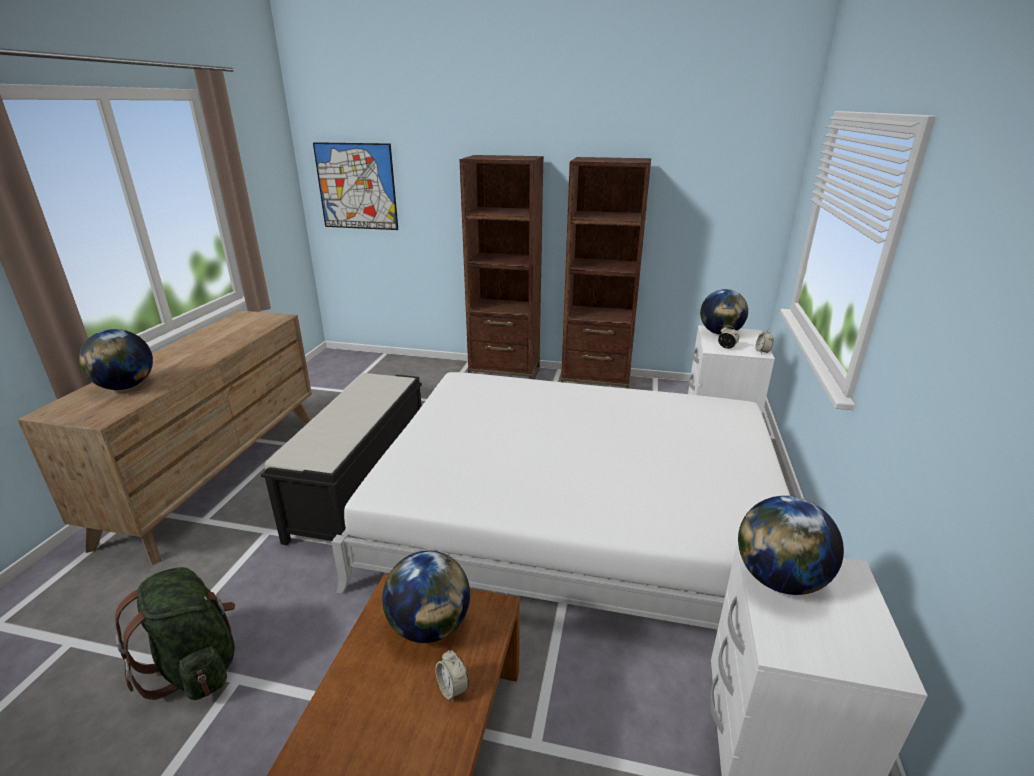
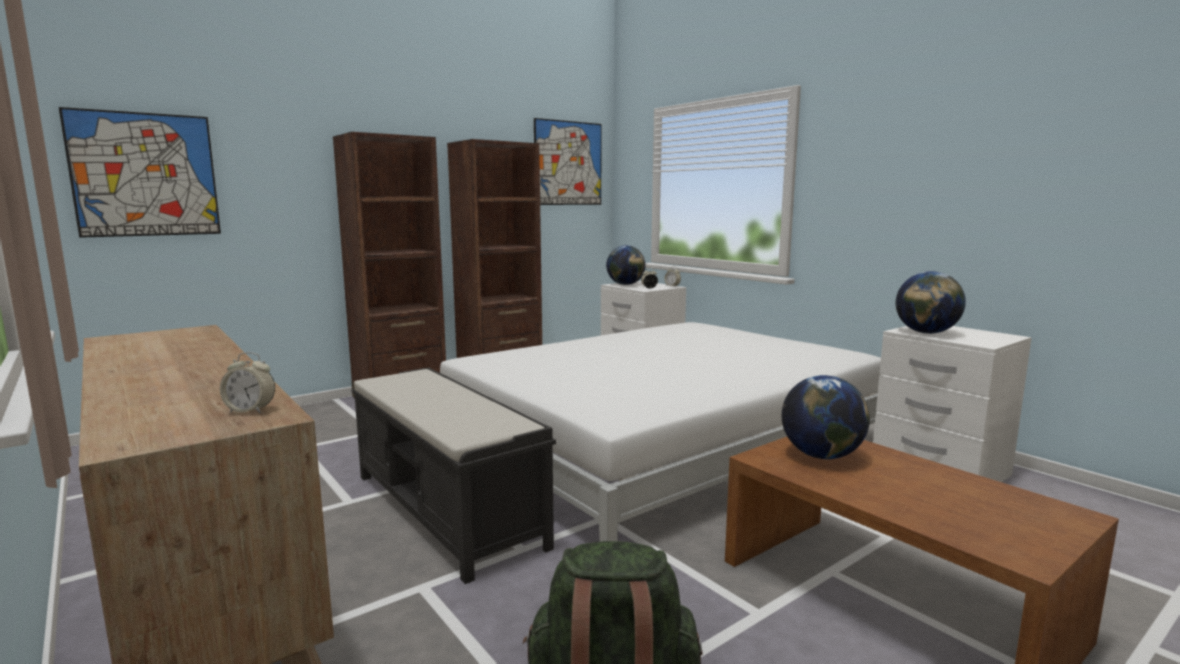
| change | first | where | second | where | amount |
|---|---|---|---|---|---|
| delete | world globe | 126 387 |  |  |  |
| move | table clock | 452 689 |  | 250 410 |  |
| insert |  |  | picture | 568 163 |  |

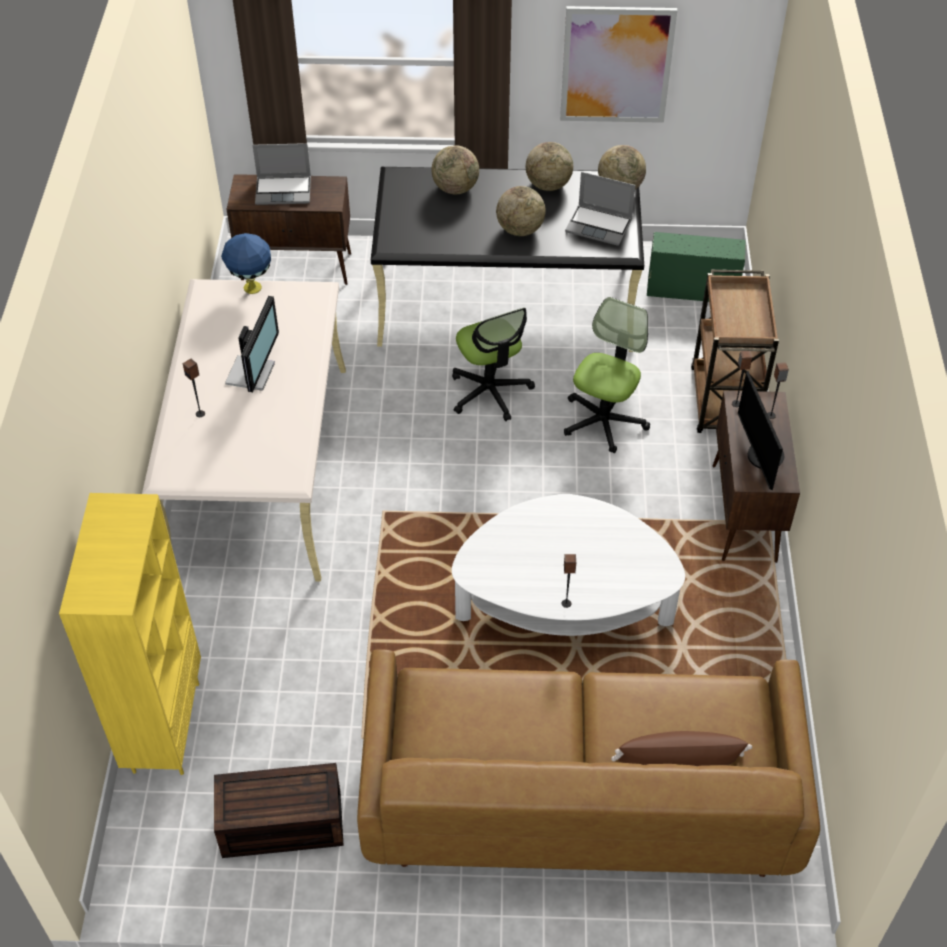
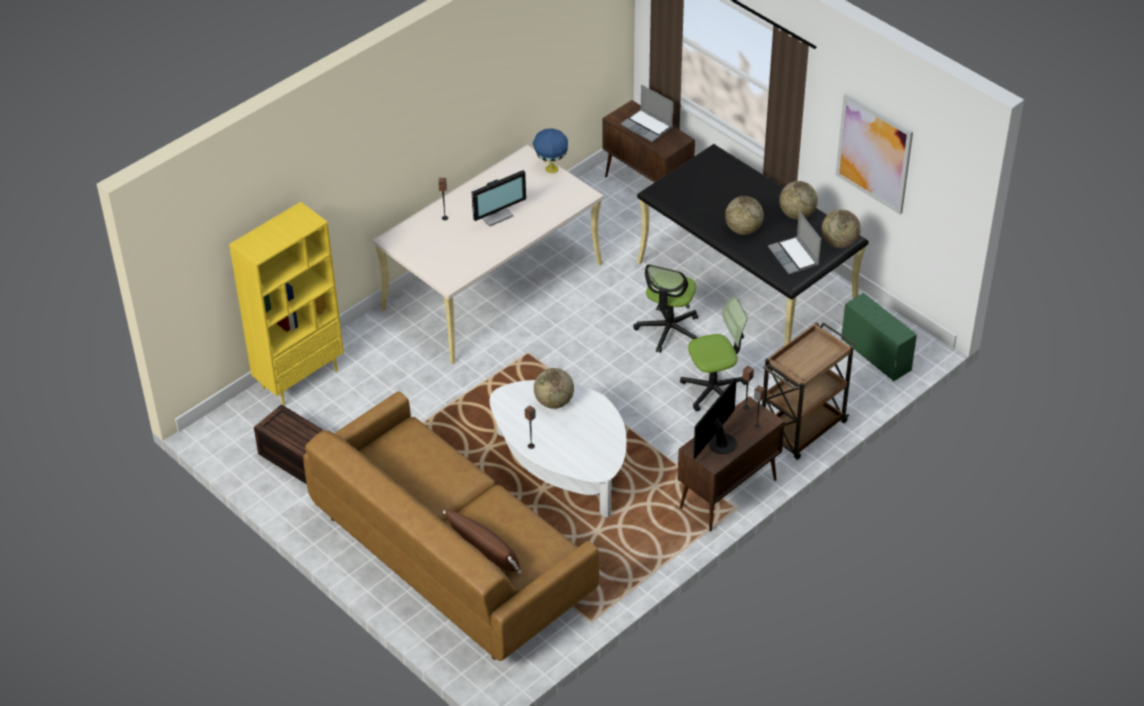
| change | first | where | second | where | amount |
|---|---|---|---|---|---|
| move | world globe | 455 188 |  | 554 402 |  |

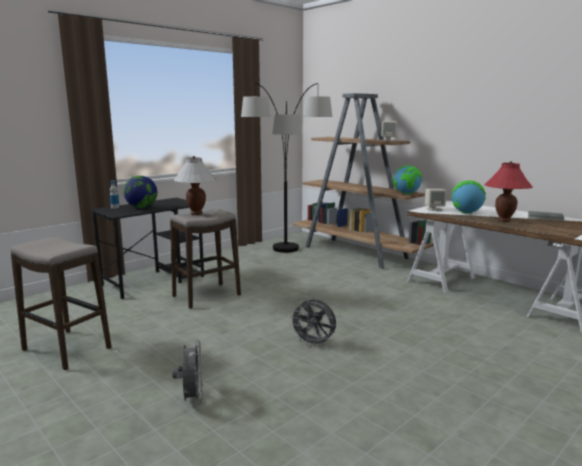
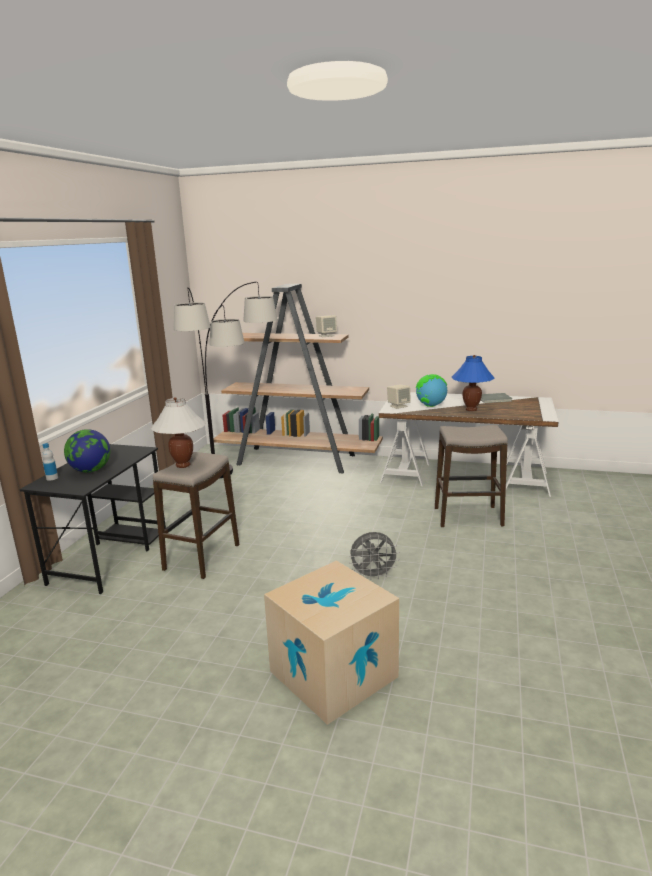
| change | first | where | second | where | amount |
|---|---|---|---|---|---|
| recolor | red-coloured lamp for a table | 504 220 | blue-coloured lamp for a table | 471 409 |  |
| delete | world globe | 407 194 |  |  |  |
| move | sitting stool | 66 349 |  | 468 517 |  |
| replace | gray cooling fan | 192 399 | packing box | 333 674 |  |

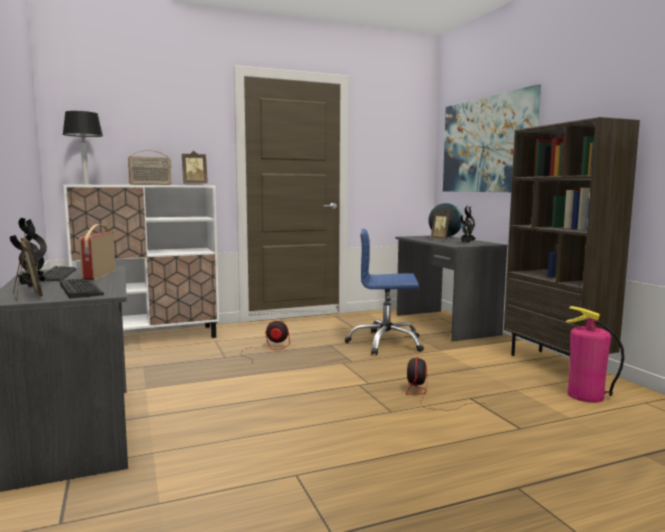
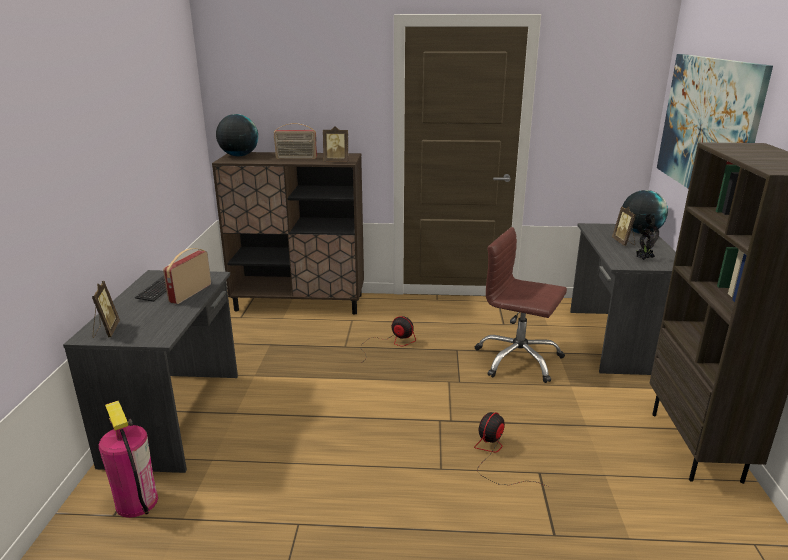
| change | first | where | second | where | amount |
|---|---|---|---|---|---|
| replace | lamp for a table | 85 184 | world globe | 239 156 |  |
| recolor | white-coloured cupboard | 150 337 | brown cupboard | 300 303 |  |
| delete | potted plant | 32 287 |  |  |  |
| recolor | blue-coloured desk chair | 385 343 | brown desk chair | 518 360 |  |
| delete | PC keyboard | 81 289 |  |  |  |
| move | fire-fighting cylinder | 585 396 |  | 136 502 |  |

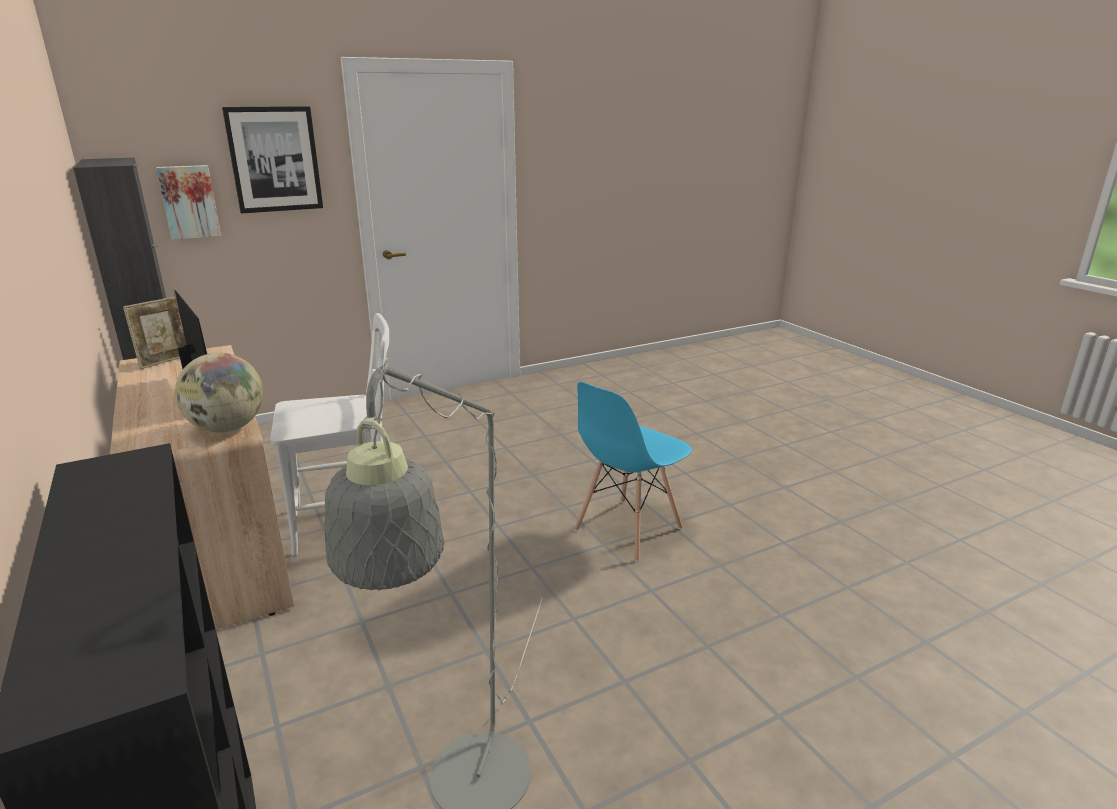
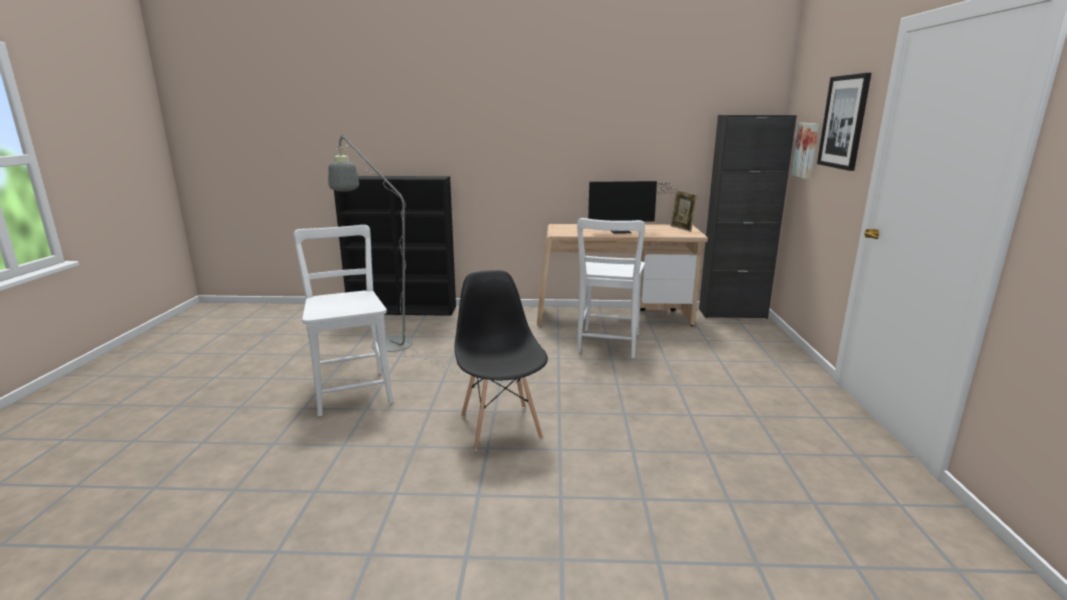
| change | first | where | second | where | amount |
|---|---|---|---|---|---|
| delete | world globe | 227 428 |  |  |  |
| recolor | blue-coloured upright chair | 627 529 | blackish upright chair | 501 426 |  |
| insert |  |  | white-coloured upright chair | 352 390 |  |

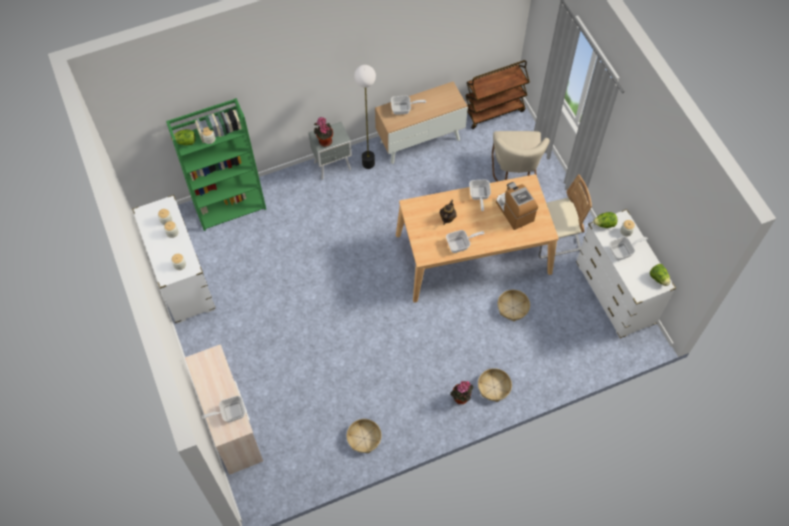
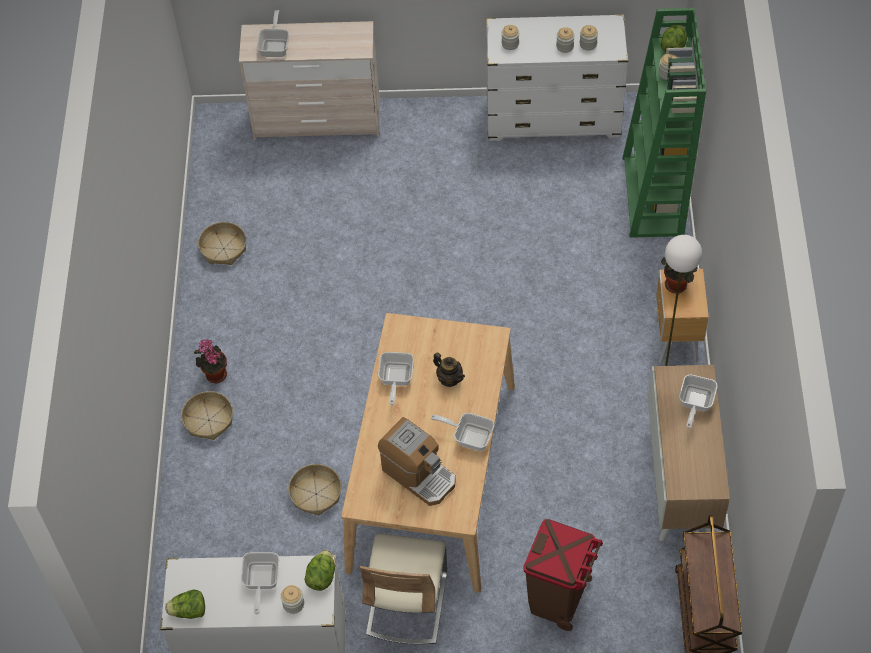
| change | first | where | second | where | amount |
|---|---|---|---|---|---|
| recolor | gray night table | 333 166 | brown night table | 675 342 |  |
| replace | beige upright chair | 514 172 | brown waste bin | 558 598 |  |
| rotate | coffee machine | 514 211 |  | 419 474 | 45 degrees clockwise |

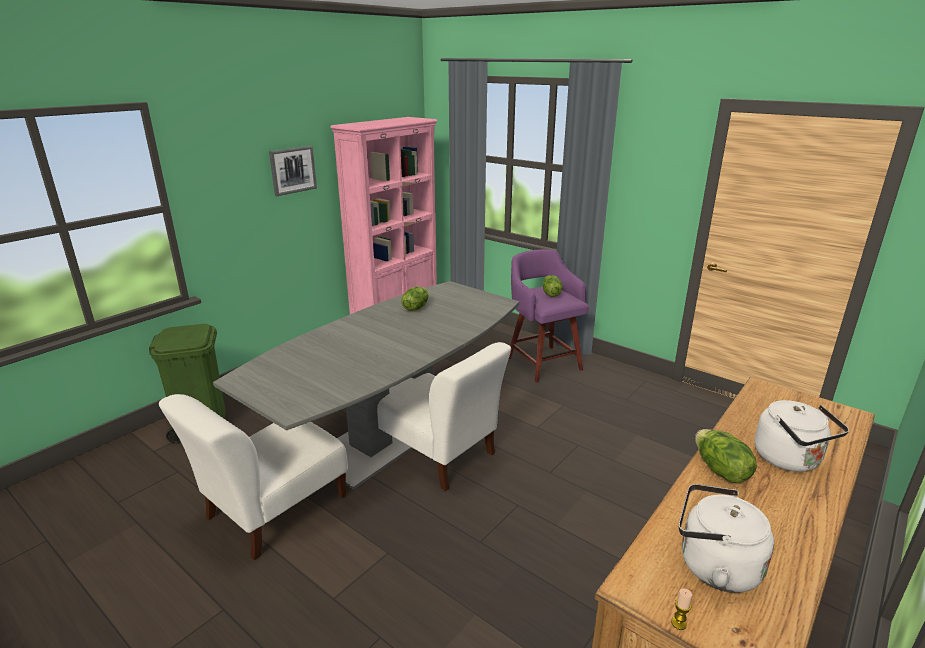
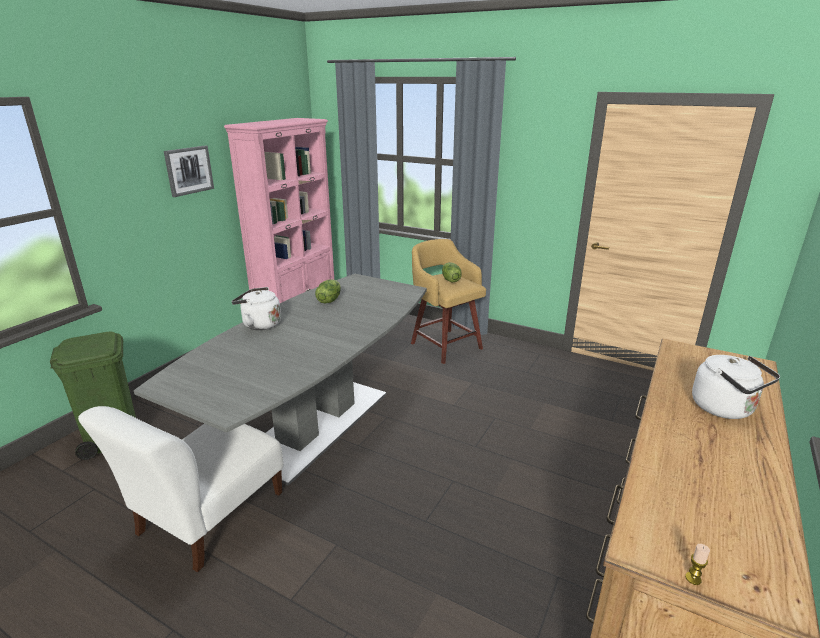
| change | first | where | second | where | amount |
|---|---|---|---|---|---|
| recolor | purple-coloured sitting stool | 543 362 | yellow sitting stool | 445 345 |  |
| delete | white-coloured upright chair | 439 454 |  |  |  |
| delete | lettuce head | 720 470 |  |  |  |
| move | white-coloured tea kettle | 713 566 |  | 259 324 |  |

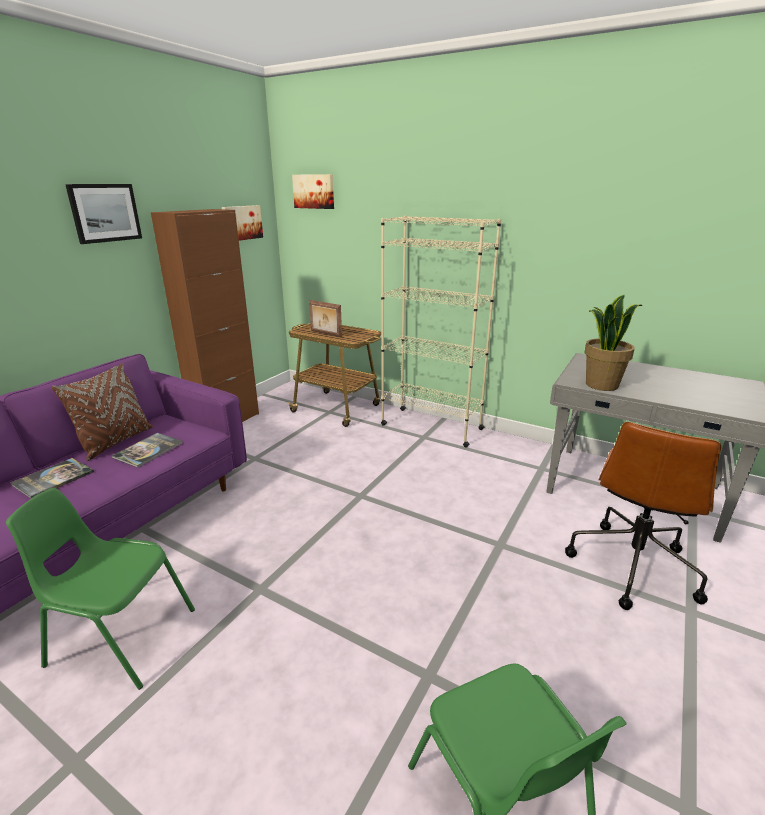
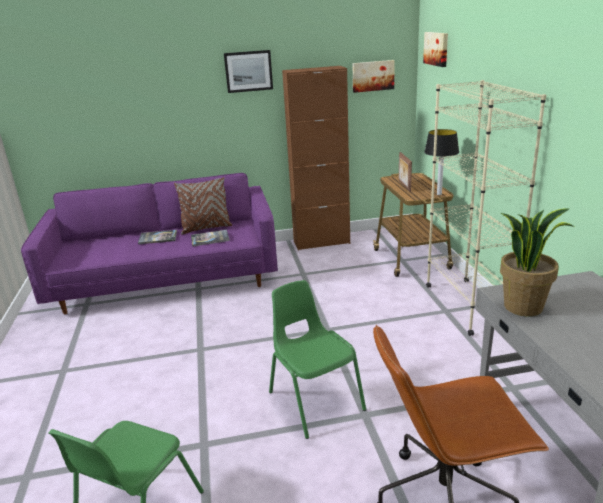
| change | first | where | second | where | amount |
|---|---|---|---|---|---|
| move | green-coloured upright chair | 120 637 |  | 314 400 |  |
| insert |  |  | lamp for a table | 438 194 |  |

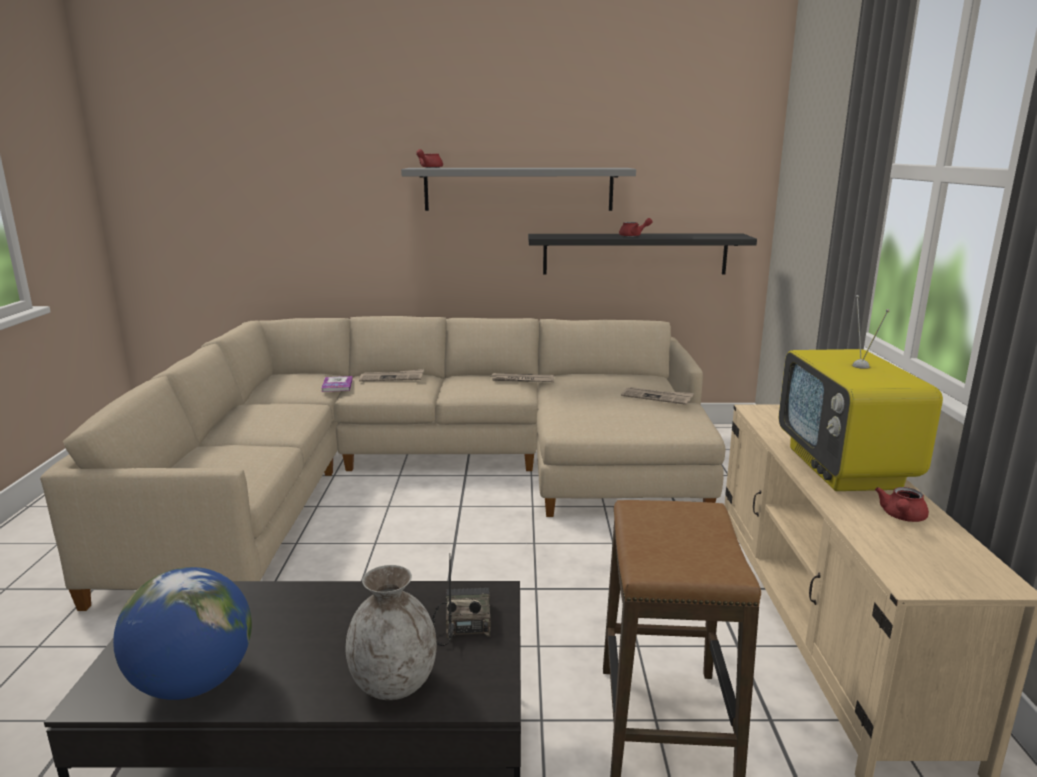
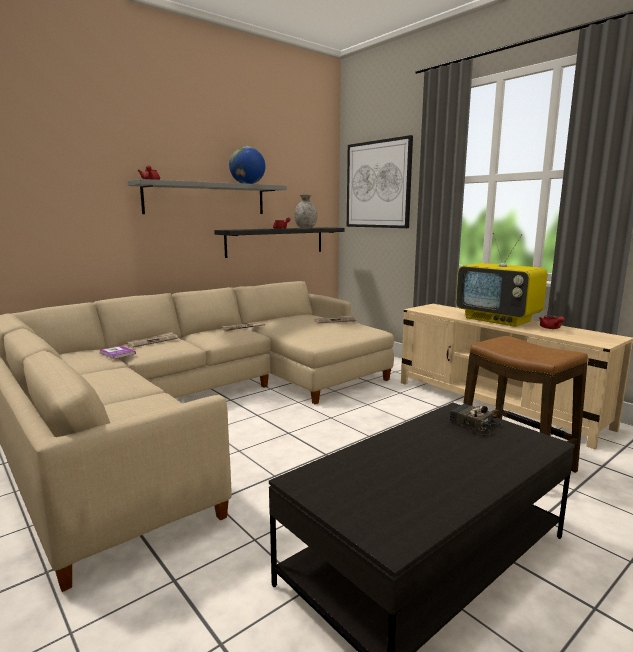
| change | first | where | second | where | amount |
|---|---|---|---|---|---|
| move | gray decorative vase | 394 684 |  | 305 228 |  |
| move | world globe | 194 683 |  | 248 184 |  |
| insert |  |  | picture | 378 184 |  |

